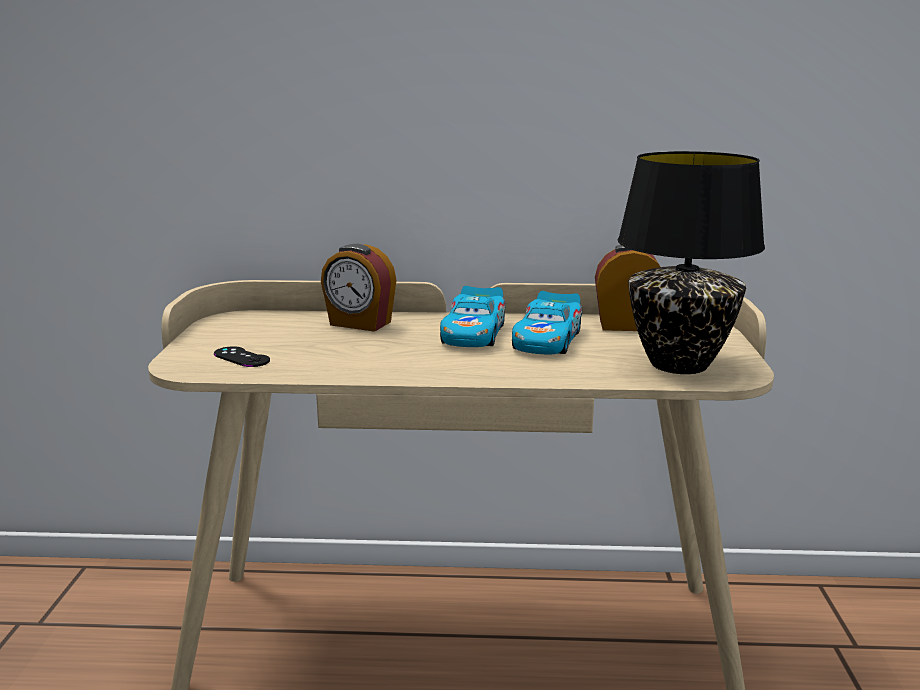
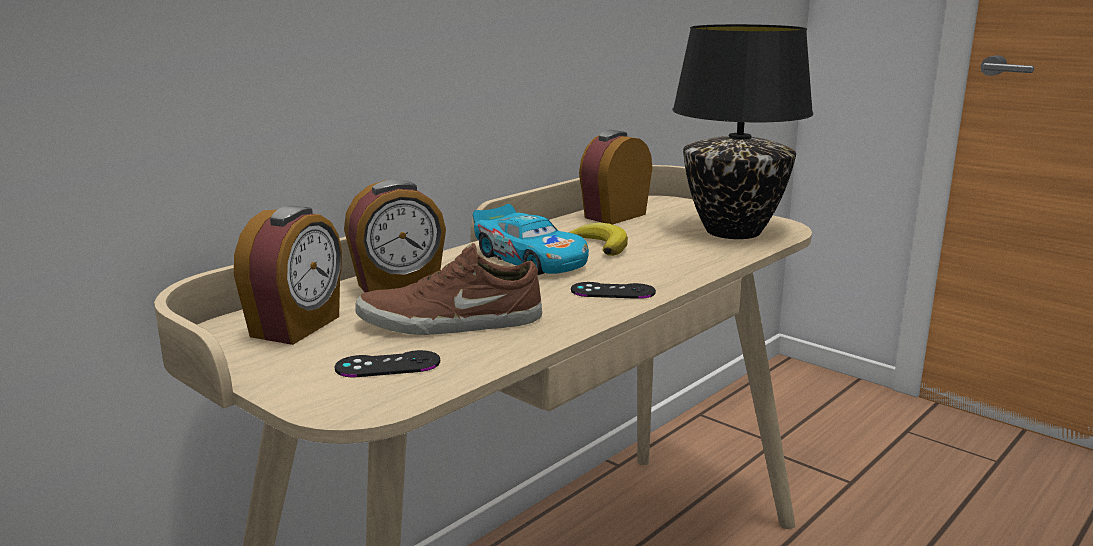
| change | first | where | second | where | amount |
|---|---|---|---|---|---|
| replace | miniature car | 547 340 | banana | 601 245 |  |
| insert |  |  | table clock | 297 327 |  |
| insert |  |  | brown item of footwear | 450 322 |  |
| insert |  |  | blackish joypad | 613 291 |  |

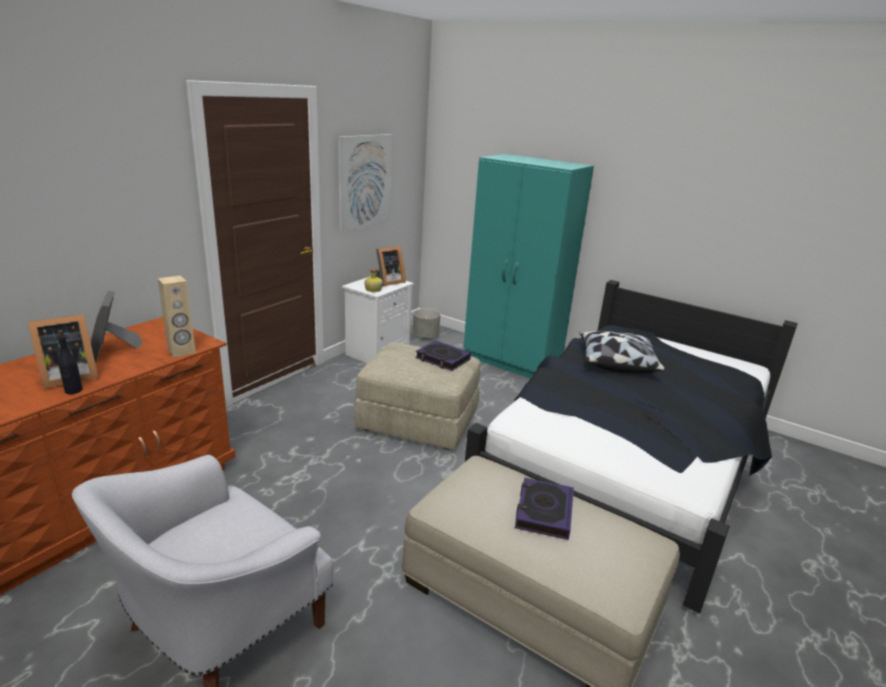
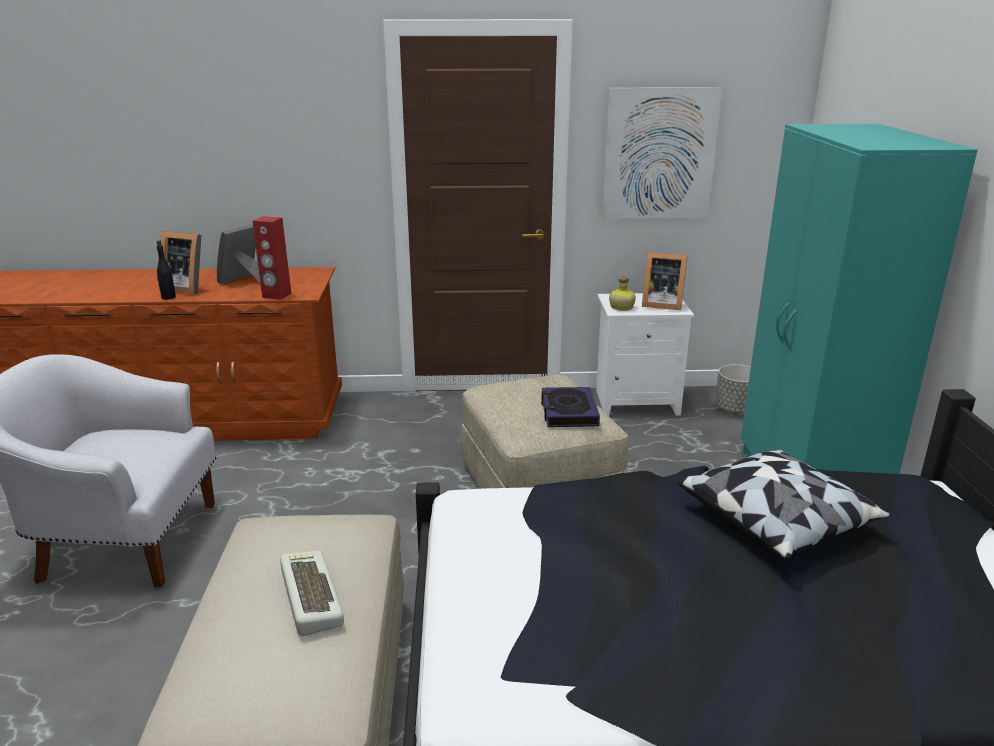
| change | first | where | second | where | amount |
|---|---|---|---|---|---|
| recolor | beige loudspeaker | 182 351 | red-coloured loudspeaker | 276 295 |  |
| replace | book | 543 512 | PC keyboard | 308 597 |  |

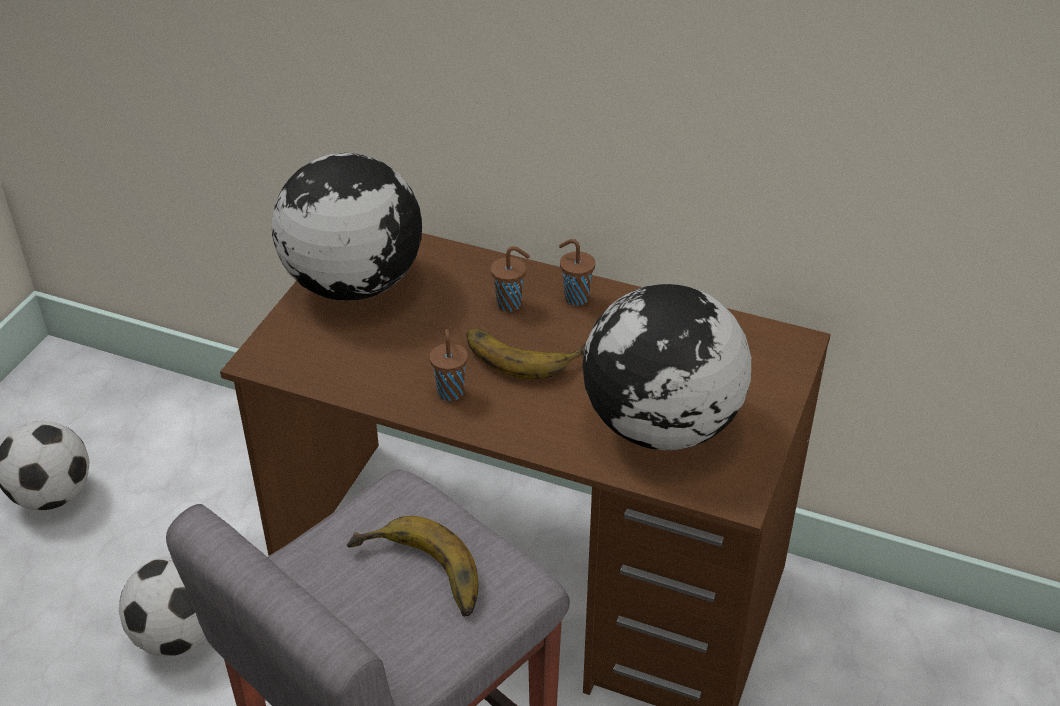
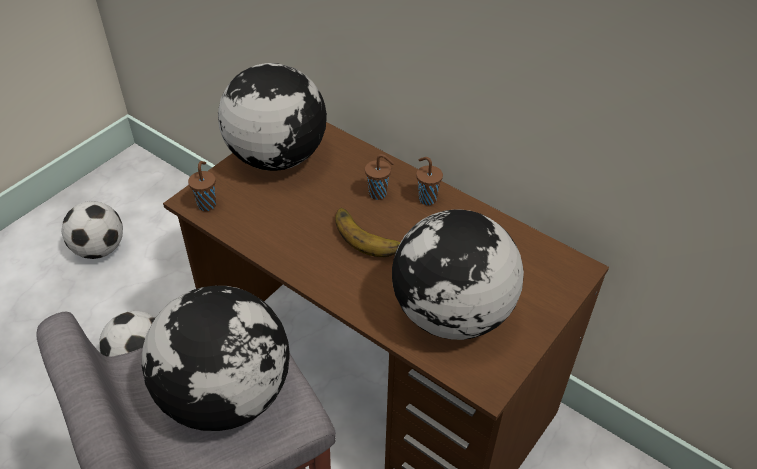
| change | first | where | second | where | amount |
|---|---|---|---|---|---|
| move | brown small cup | 450 391 |  | 207 204 |  |
| replace | banana | 416 578 | world globe | 227 394 |  |

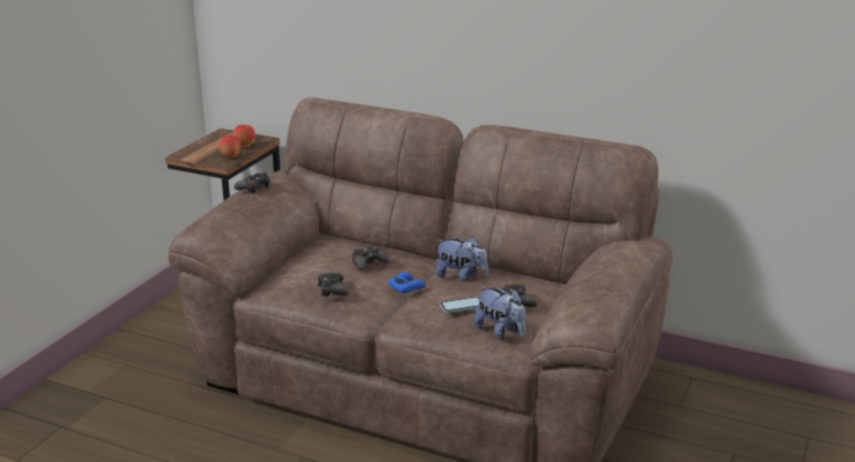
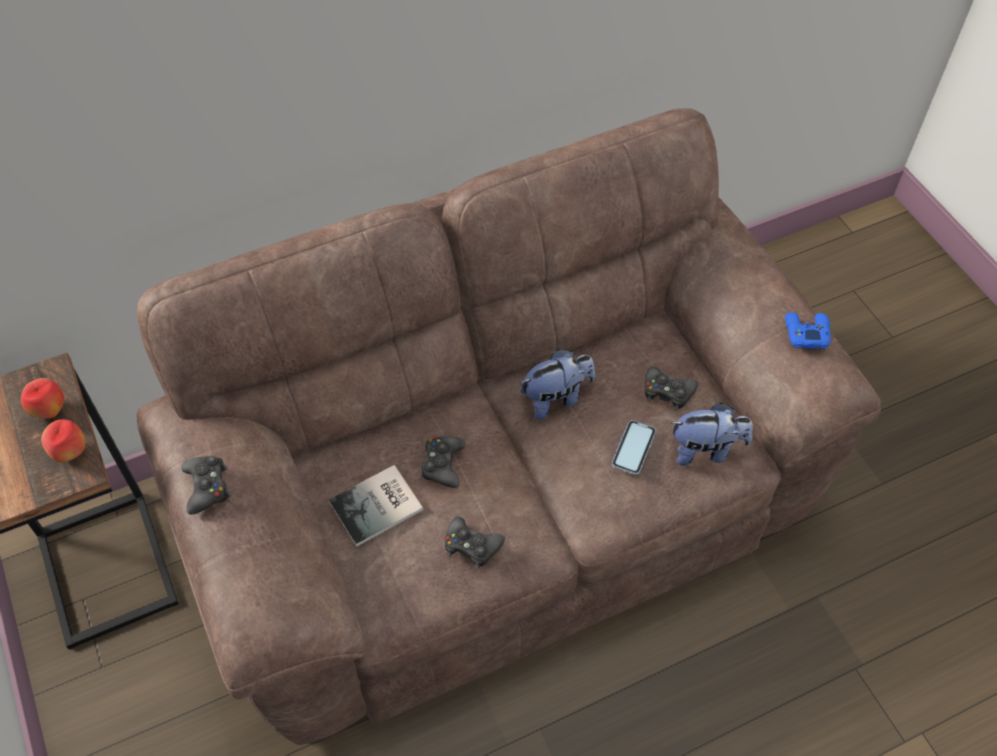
| change | first | where | second | where | amount |
|---|---|---|---|---|---|
| move | blue-coloured joypad | 406 287 |  | 806 333 |  |
| insert |  |  | book | 379 506 |  |

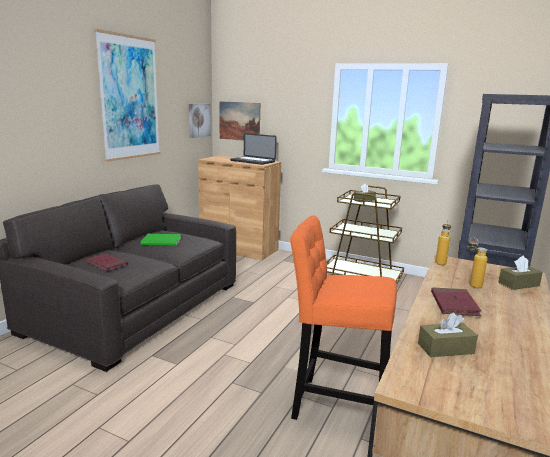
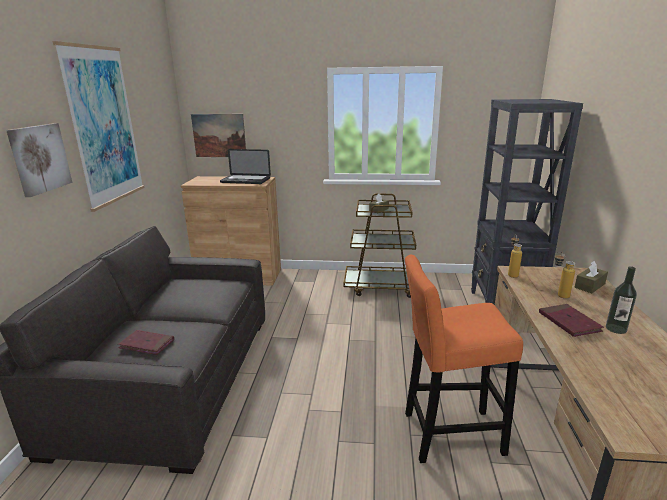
| change | first | where | second | where | amount |
|---|---|---|---|---|---|
| move | picture | 198 120 |  | 39 158 |  |
| delete | green-coloured book | 162 241 |  |  |  |
| delete | brown tissue holder | 445 348 |  |  |  |
| insert |  |  | beverage bottle | 616 329 |  |

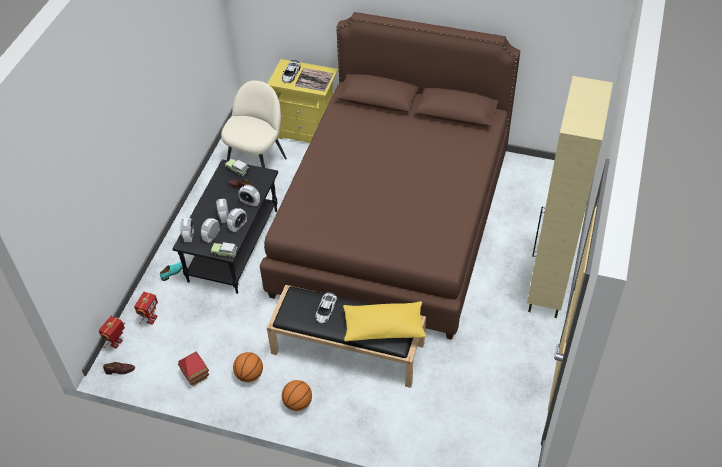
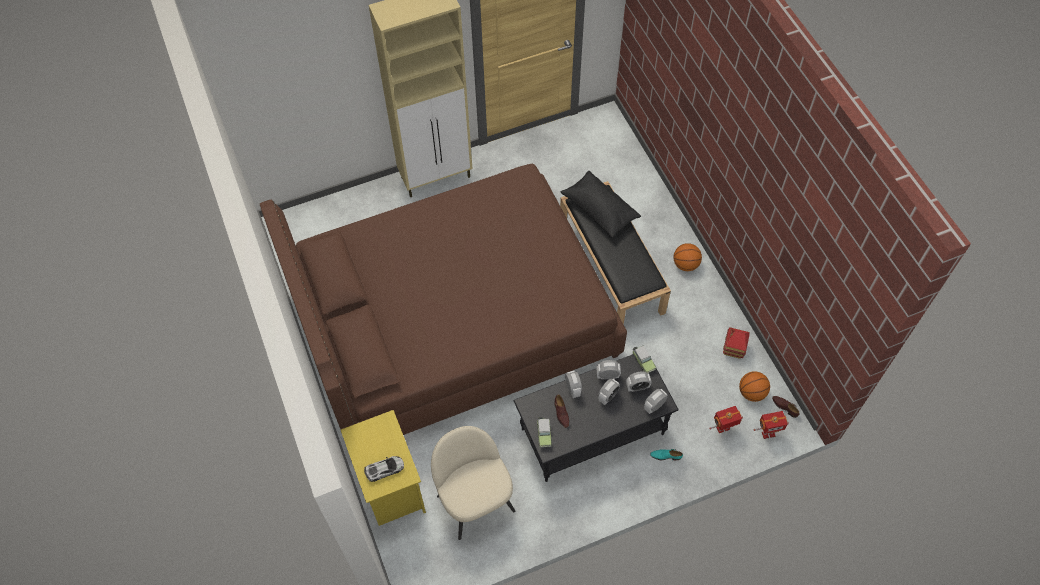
| change | first | where | second | where | amount |
|---|---|---|---|---|---|
| delete | book | 314 80 |  |  |  |
| rotate | beige upright chair | 257 162 |  | 475 501 | 75 degrees clockwise |
| delete | miniature car | 326 310 |  |  |  |
| recolor | yellow cushion | 384 328 | blackish cushion | 599 210 |  |
| move | basketball ball | 249 375 |  | 751 392 |  |

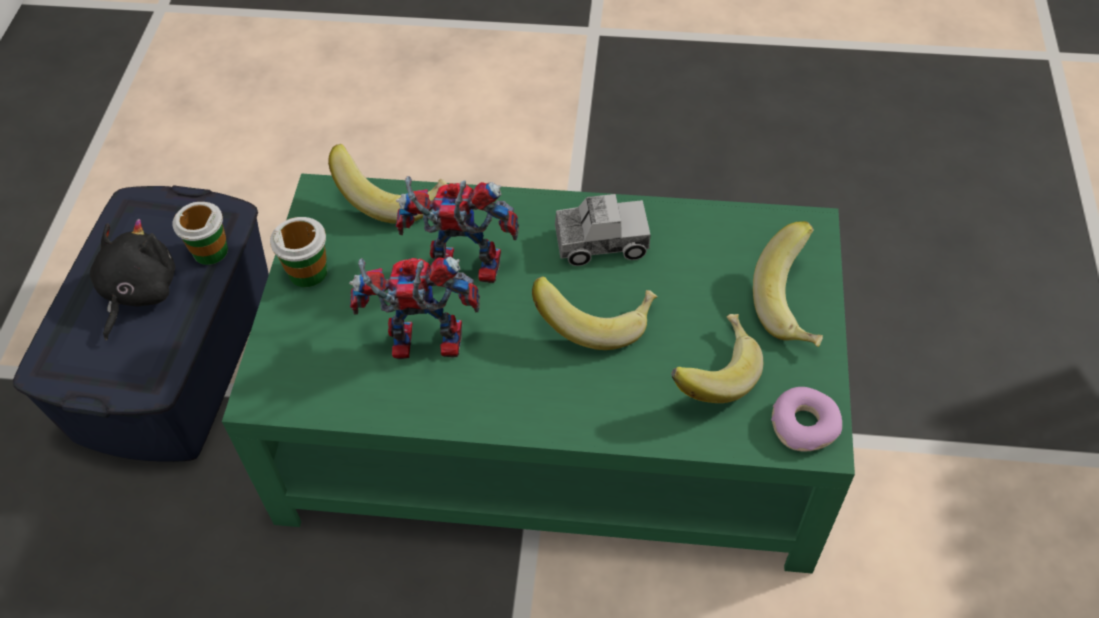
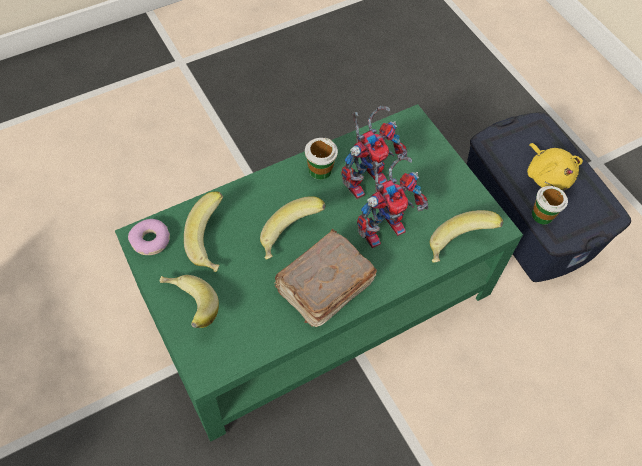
| change | first | where | second | where | amount |
|---|---|---|---|---|---|
| replace | toy lorry | 601 242 | brown book | 323 287 |  |
| move | small cup | 308 272 |  | 320 170 |  |
| recolor | blackish plush toy | 138 292 | yellow plush toy | 547 176 |  |

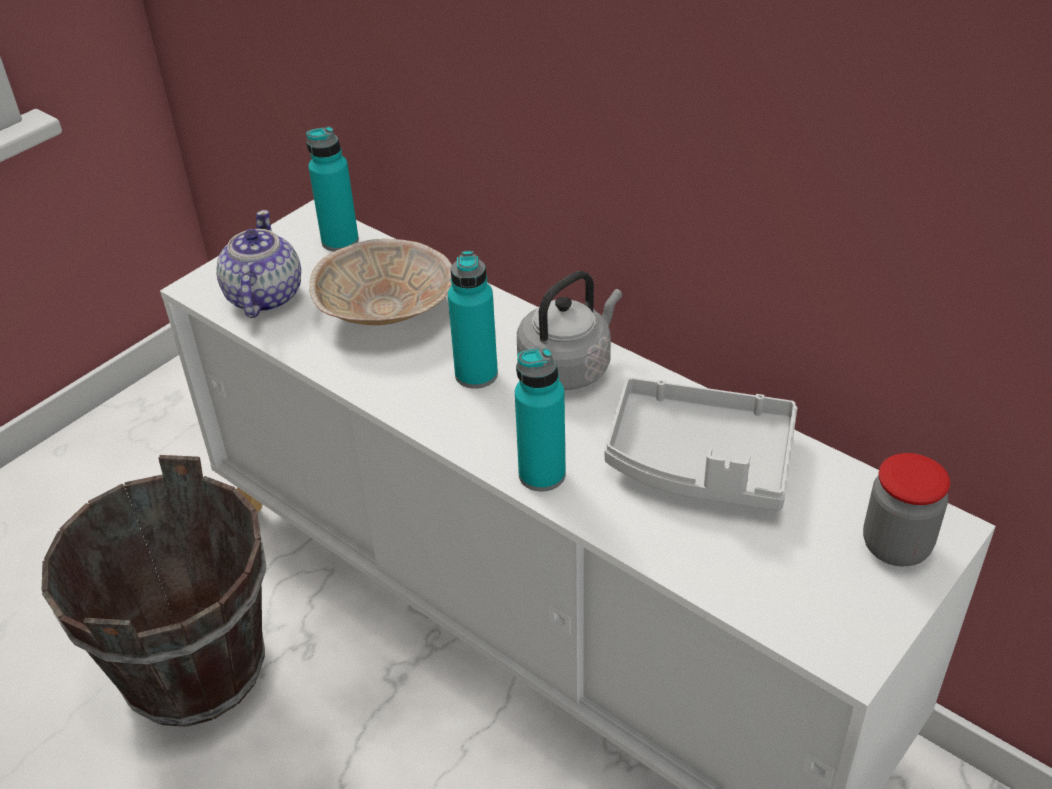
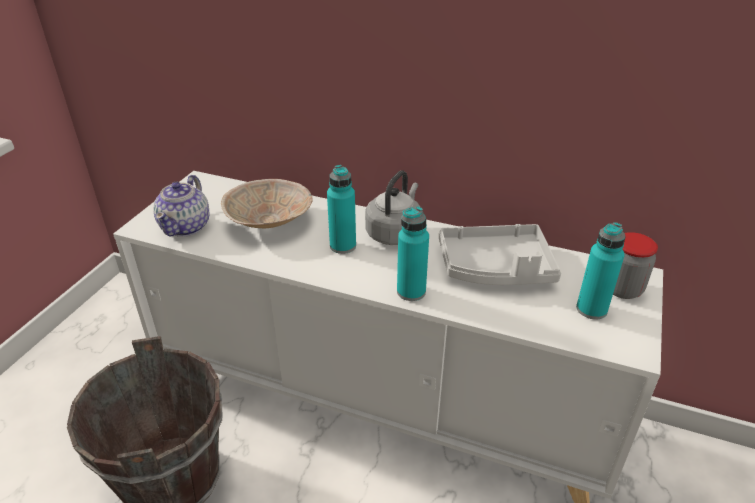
| change | first | where | second | where | amount |
|---|---|---|---|---|---|
| move | turquoise beverage bottle | 340 241 |  | 591 309 |  |
| rotate | pot for tea | 263 297 |  | 186 226 | 150 degrees counterclockwise |

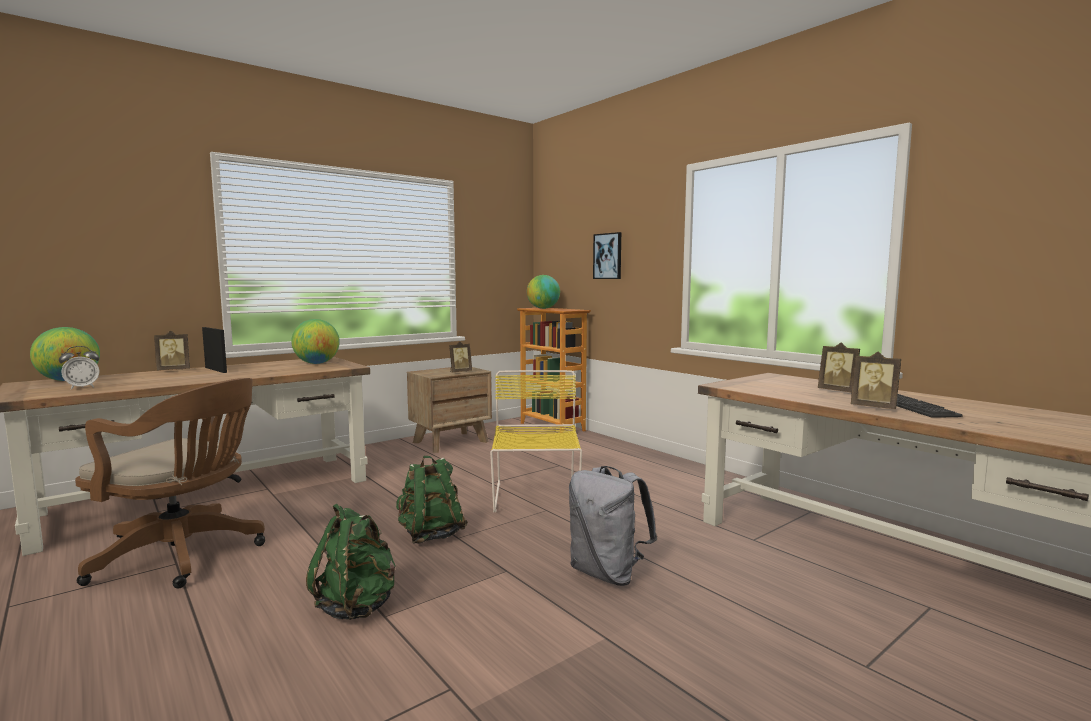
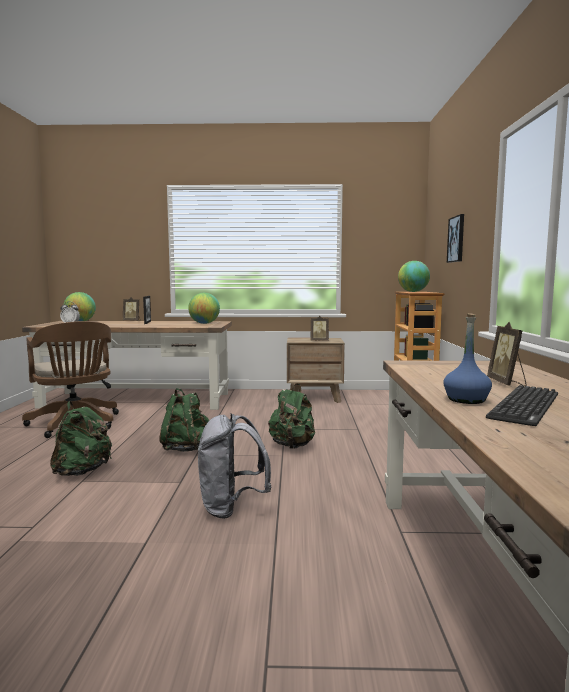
| change | first | where | second | where | amount |
|---|---|---|---|---|---|
| replace | picture frame | 874 407 | blue-coloured beverage bottle | 466 400 |  |
| replace | yellow upright chair | 536 498 | green-coloured rucksack | 292 446 |  |

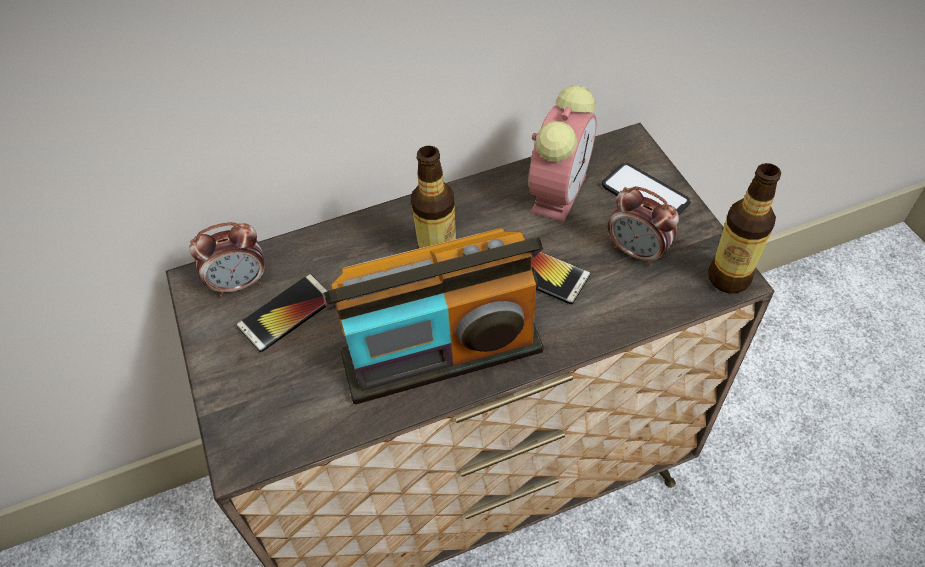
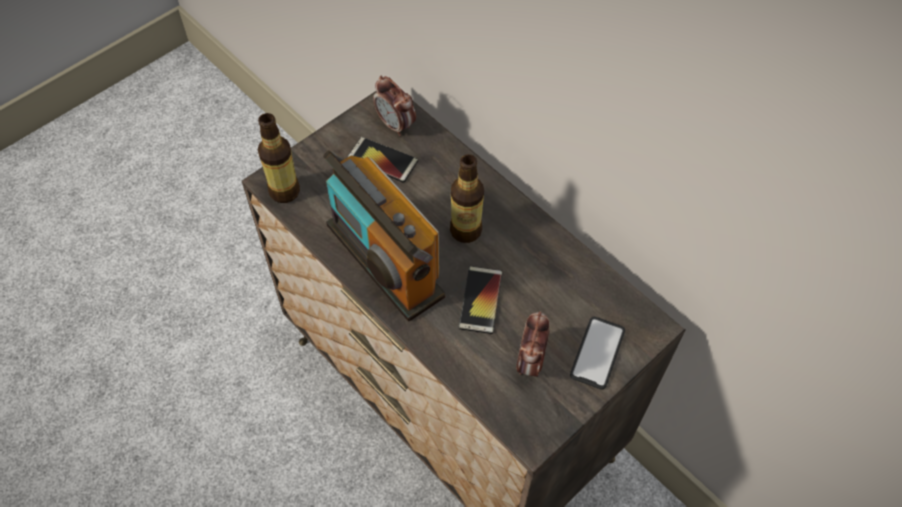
| change | first | where | second | where | amount |
|---|---|---|---|---|---|
| delete | table clock | 559 191 |  |  |  |
| move | beverage bottle | 729 278 |  | 284 191 |  |

